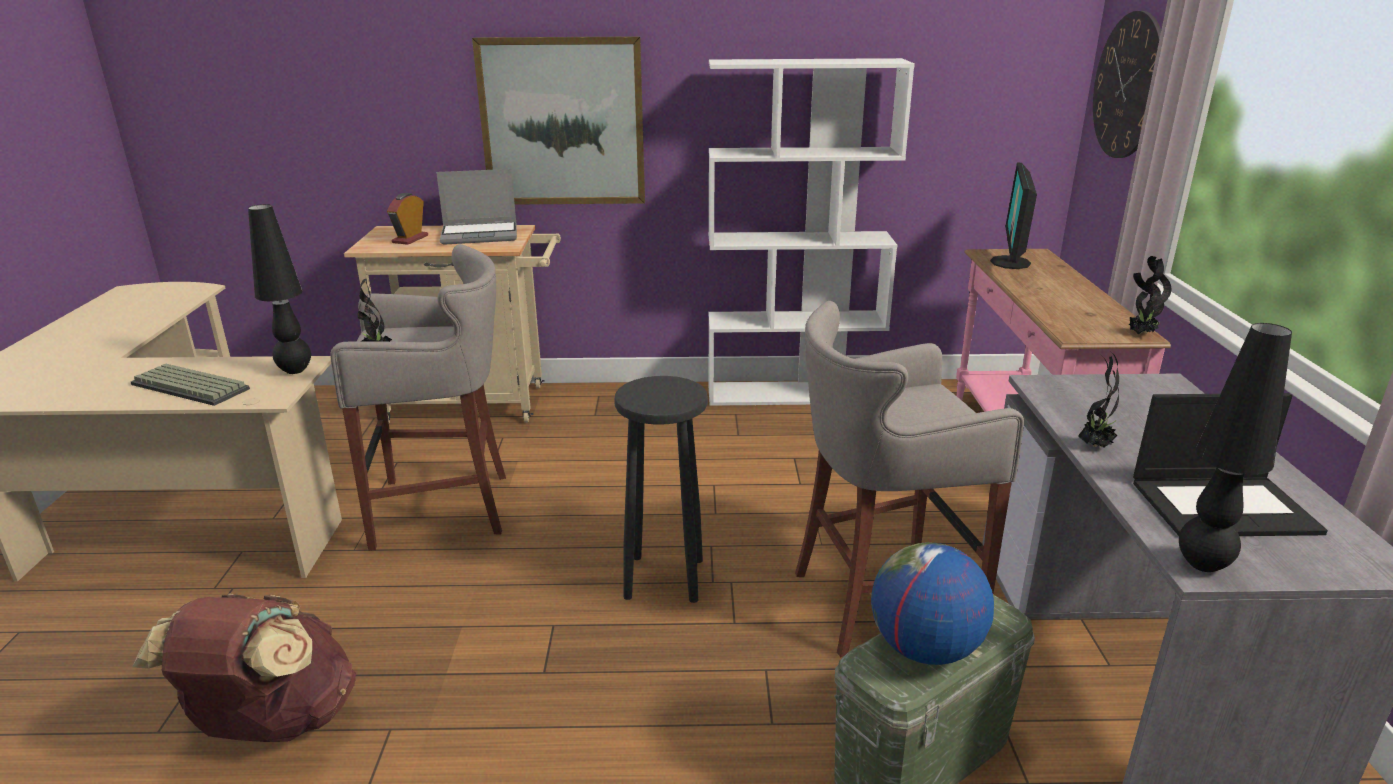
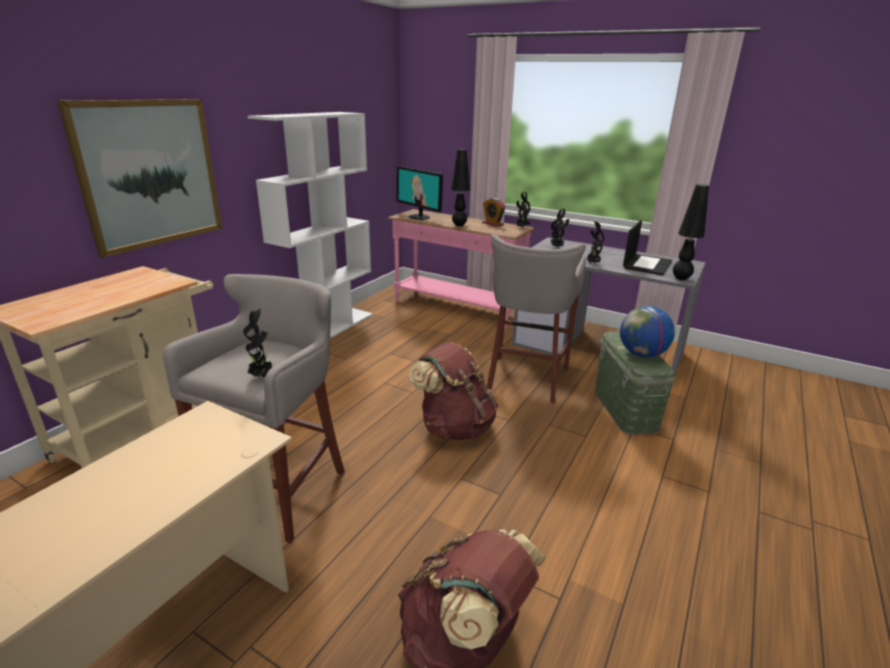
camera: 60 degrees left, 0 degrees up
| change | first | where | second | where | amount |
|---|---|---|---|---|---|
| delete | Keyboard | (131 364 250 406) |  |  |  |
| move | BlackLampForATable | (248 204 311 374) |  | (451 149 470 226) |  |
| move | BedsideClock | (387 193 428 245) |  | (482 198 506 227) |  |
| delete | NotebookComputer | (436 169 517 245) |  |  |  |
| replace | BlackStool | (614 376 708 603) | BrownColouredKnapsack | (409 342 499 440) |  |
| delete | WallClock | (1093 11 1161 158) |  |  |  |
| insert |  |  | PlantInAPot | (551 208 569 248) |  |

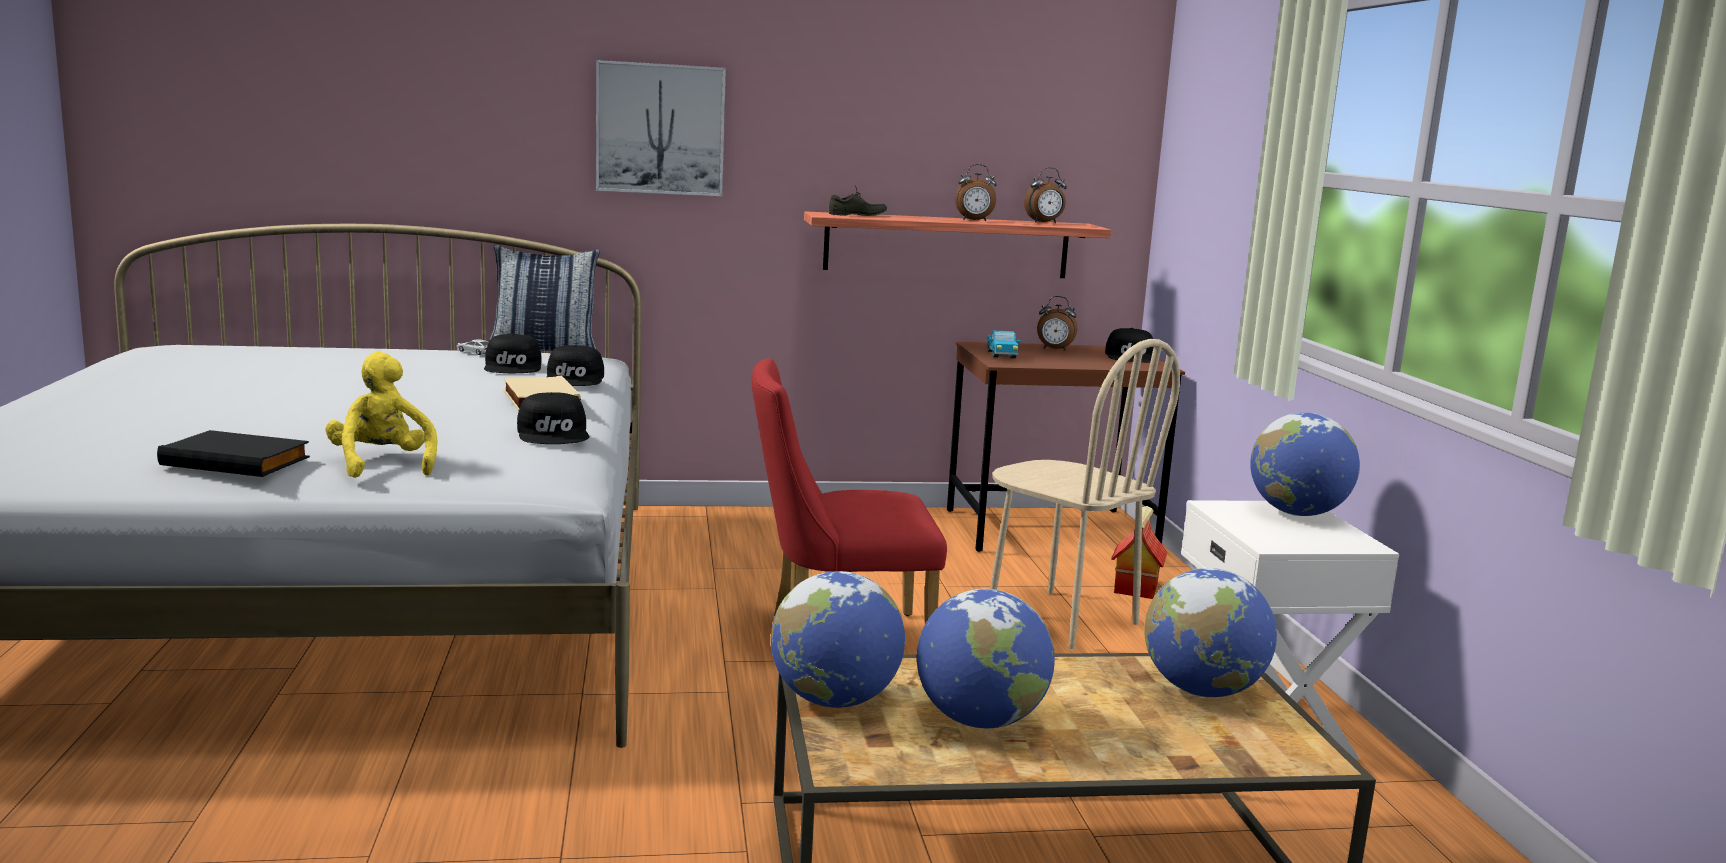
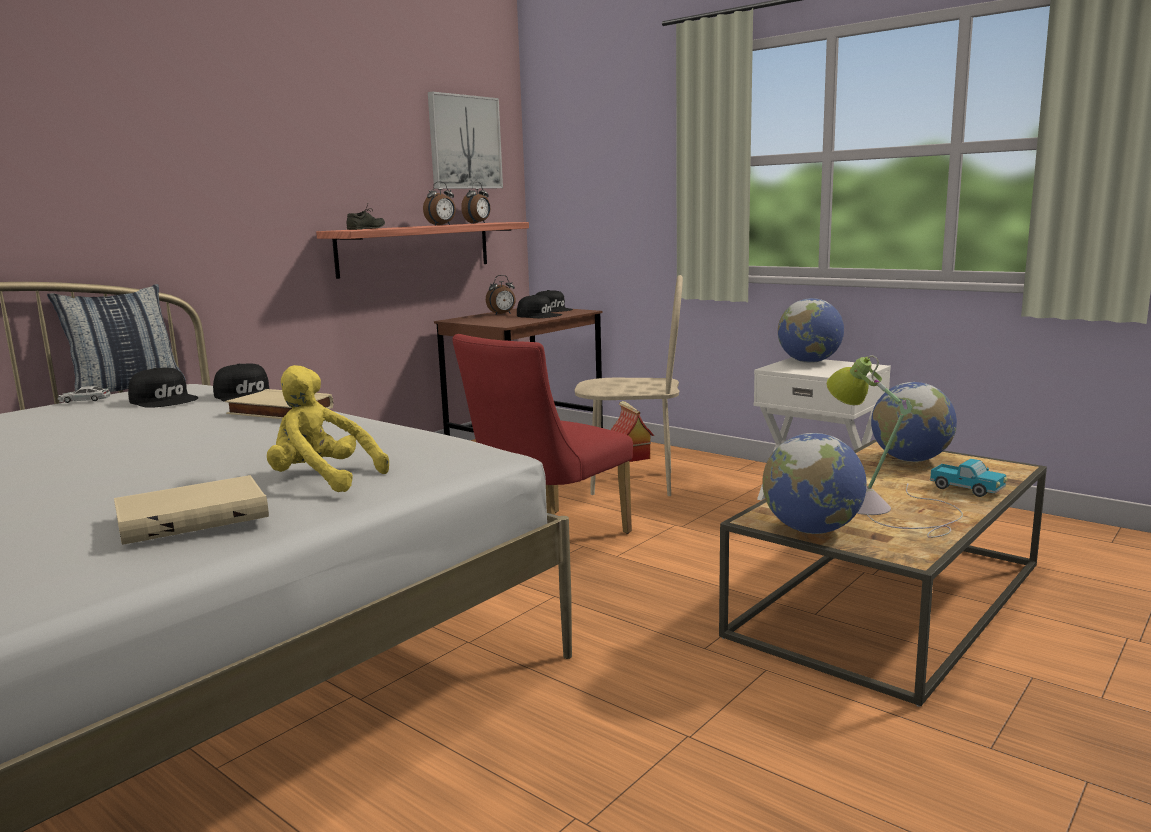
camera: 40 degrees left, 0 degrees up
| change | first | where | second | where | amount |
|---|---|---|---|---|---|
| recolor | BlackVolume | (157 430 310 477) | BeigeColouredVolume | (114 475 269 545) |  |
| move | BlackBaseballCap | (517 392 589 444) |  | (517 295 562 318) |  |
| move | WallPicture | (596 60 726 196) |  | (428 92 503 189) |  |
| replace | Globe | (917 589 1055 728) | LampForATable | (827 355 963 538) |  |
| move | ToyTruck | (987 331 1021 358) |  | (930 459 1008 497) |  |

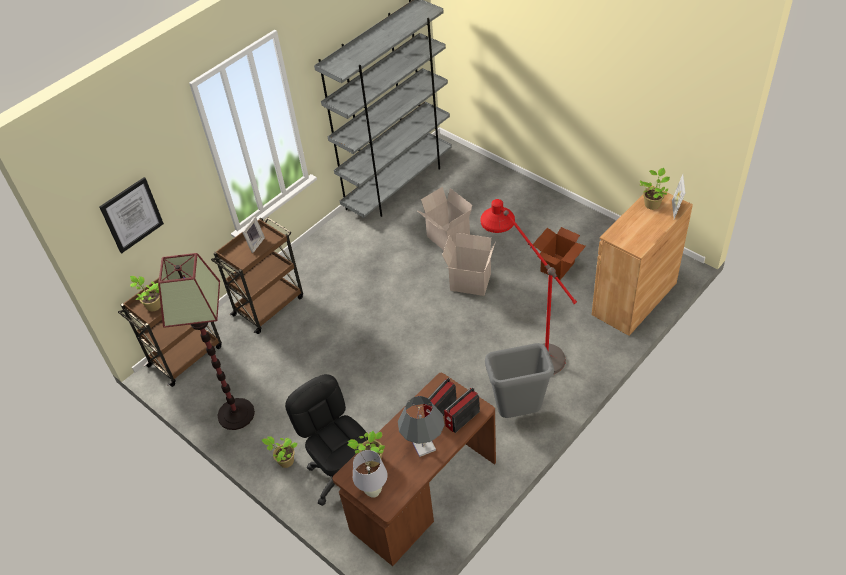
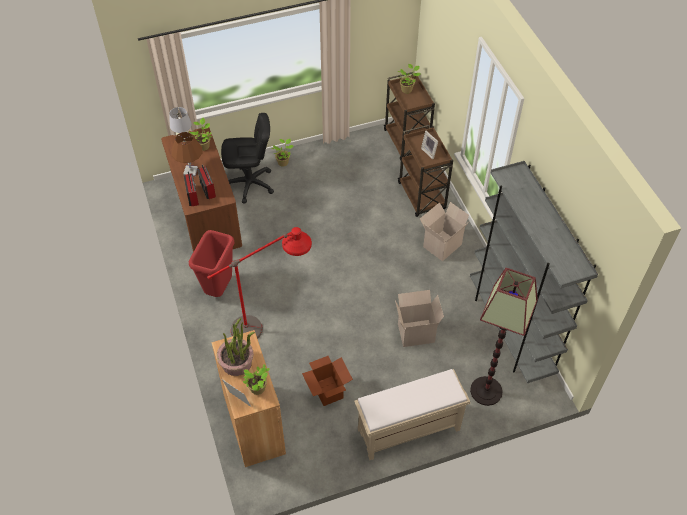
camera: 115 degrees right, 5 degrees up
| change | first | where | second | where | amount |
|---|---|---|---|---|---|
| delete | WallPicture | (100 177 164 253) |  |  |  |
| move | StandardLamp | (158 253 255 430) |  | (470 268 538 406) |  |
| recolor | GreyishLampForATable | (398 396 445 457) | BrownColouredLampForATable | (172 132 202 176) |  |
| move | Carton | (442 233 496 296) |  | (420 202 470 261) |  |
| recolor | GreyishTrashCan | (485 343 554 418) | RedColouredTrashCan | (189 230 235 297) |  |
| insert |  |  | PlantInAPot | (217 318 255 376) |  |
| insert |  |  | BeigeColouredLongSeat | (354 369 470 460) |  |

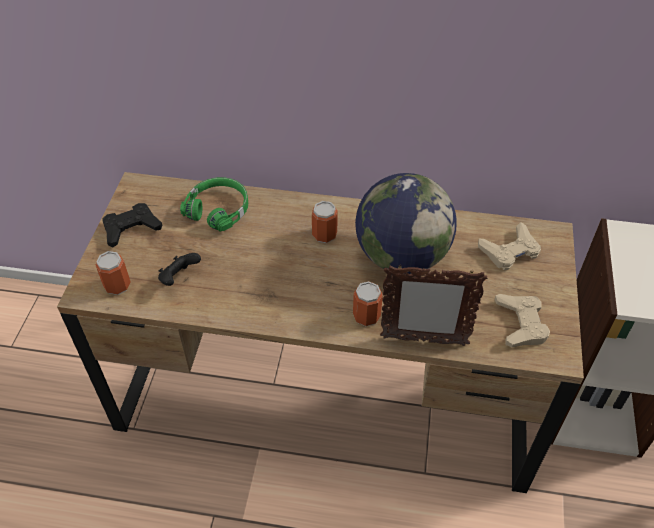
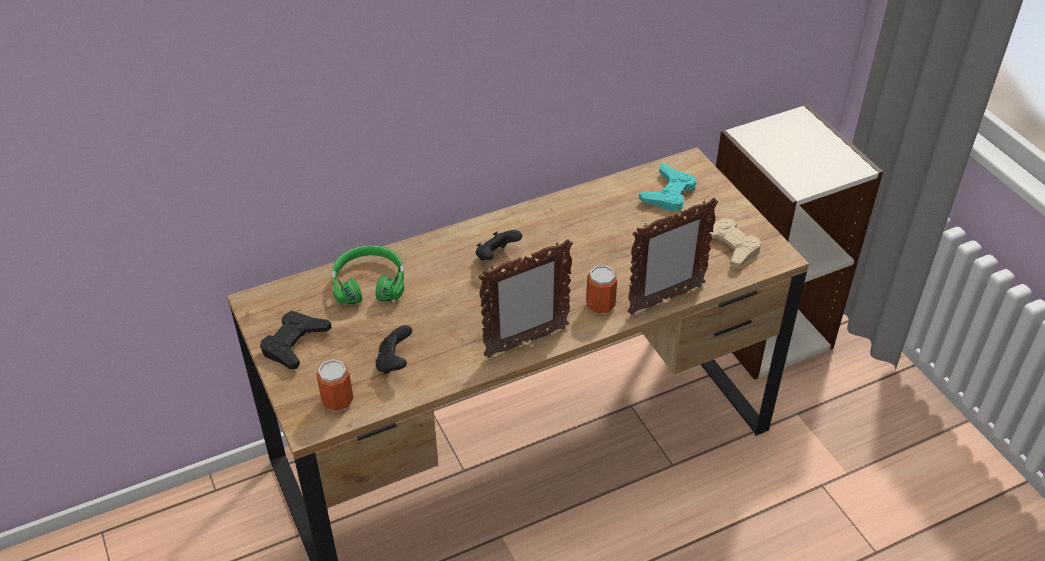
camera: 35 degrees left, 5 degrees down
| change | first | where | second | where | amount |
|---|---|---|---|---|---|
| replace | Can | (312 201 338 243) | BlackJoypad | (476 230 522 261) |  |
| delete | Globe | (355 173 457 274) |  |  |  |
| recolor | BeigeColouredJoypad | (478 222 541 270) | TurquoiseJoypad | (639 164 697 212) |  |
| insert |  |  | PictureFrame | (478 239 573 358) |  |

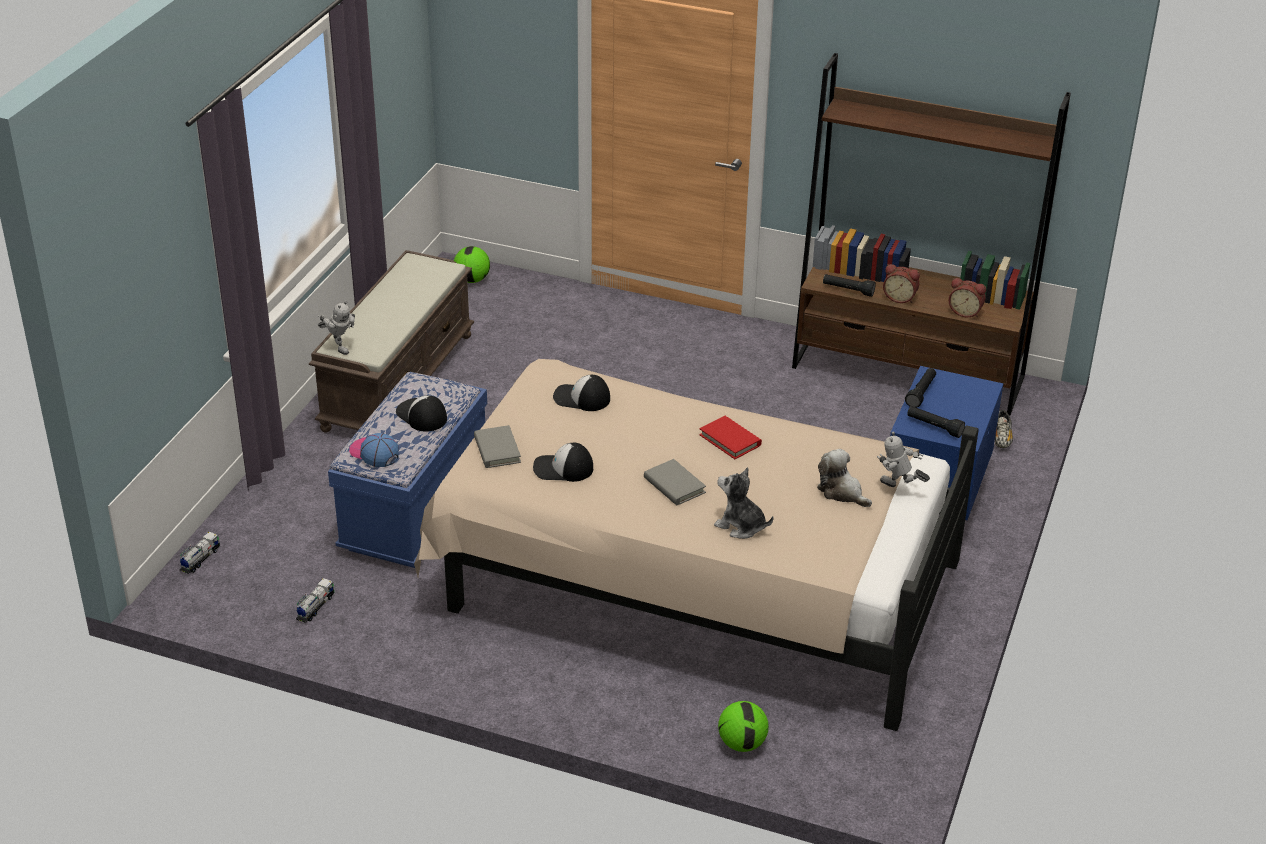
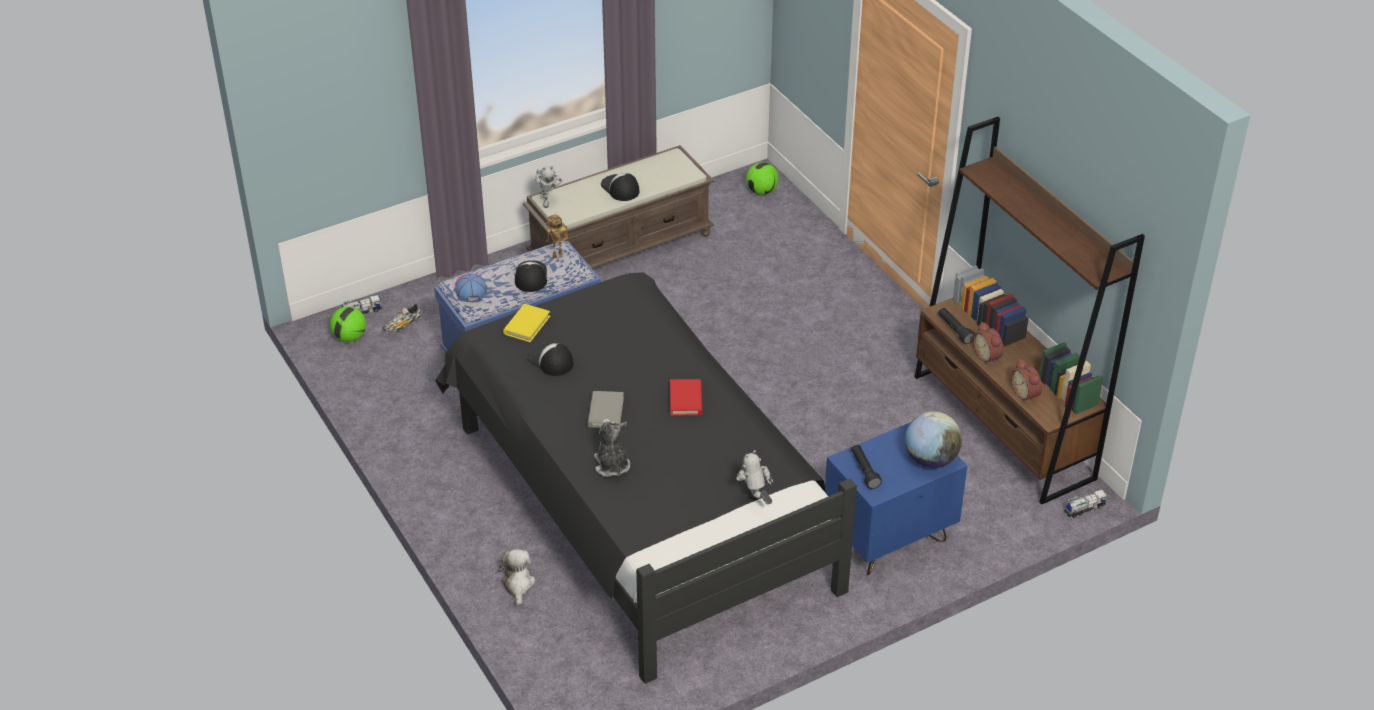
camera: 40 degrees right, 5 degrees up
| change | first | where | second | where | amount |
|---|---|---|---|---|---|
| move | ToyTruck | (296 578 334 623) |  | (1064 489 1107 518) |  |
| recolor | BeigeColouredSleepingBed | (414 359 979 731) | BlackSleepingBed | (436 272 857 684) |  |
| recolor | GreyishVolume | (474 425 521 468) | YellowColouredVolume | (503 304 550 342) |  |
| move | BaseballCap | (553 375 610 411) |  | (601 173 639 201) |  |
| move | Football | (718 701 769 752) |  | (330 306 366 342) |  |
| move | PlushToy | (817 449 872 507) |  | (498 549 536 606) |  |
| delete | BlackFlashlight | (905 368 936 408) |  |  |  |
| move | LowShoe | (995 410 1013 448) |  | (383 304 422 332) |  |
| insert |  |  | RobotFigure | (546 215 568 259) |  |
| insert |  |  | Globe | (905 411 962 468) |  |

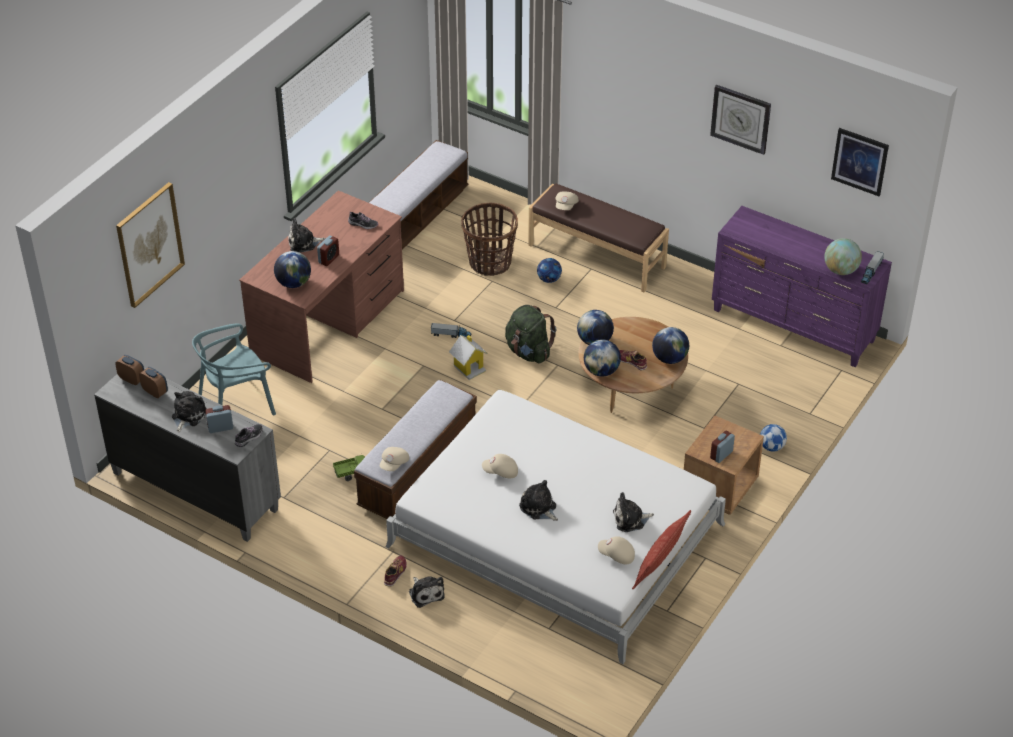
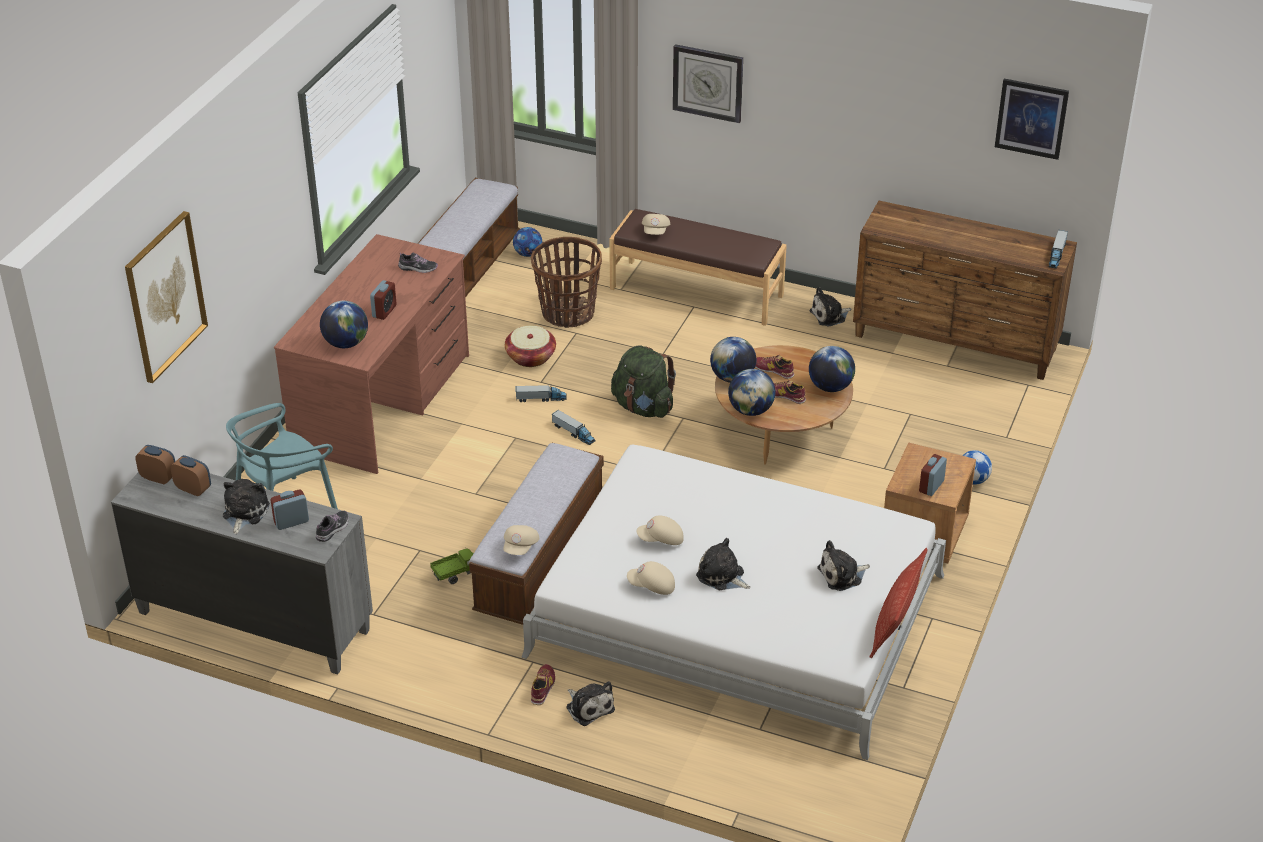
camera: 10 degrees left, 5 degrees down
| change | first | where | second | where | amount |
|---|---|---|---|---|---|
| move | PlushToy | (288 218 325 253) |  | (809 287 851 327) |  |
| replace | MiniatureHouse | (449 335 488 380) | ToyTruck | (552 410 596 445) |  |
| move | Football | (537 258 562 283) |  | (513 227 542 257) |  |
| move | BeigeColouredBaseballCap | (598 536 635 564) |  | (627 561 675 595) |  |
| move | WallClock | (710 85 771 155) |  | (673 44 743 123) |  |
| recolor | PurplishDresser | (712 206 892 367) | BrownColouredDresser | (853 201 1077 380) |  |
| delete | Globe | (824 238 862 275) |  |  |  |
| insert |  |  | StorageBasket | (505 326 556 367) |  |
| insert |  |  | LowShoe | (755 355 795 379) |  |

